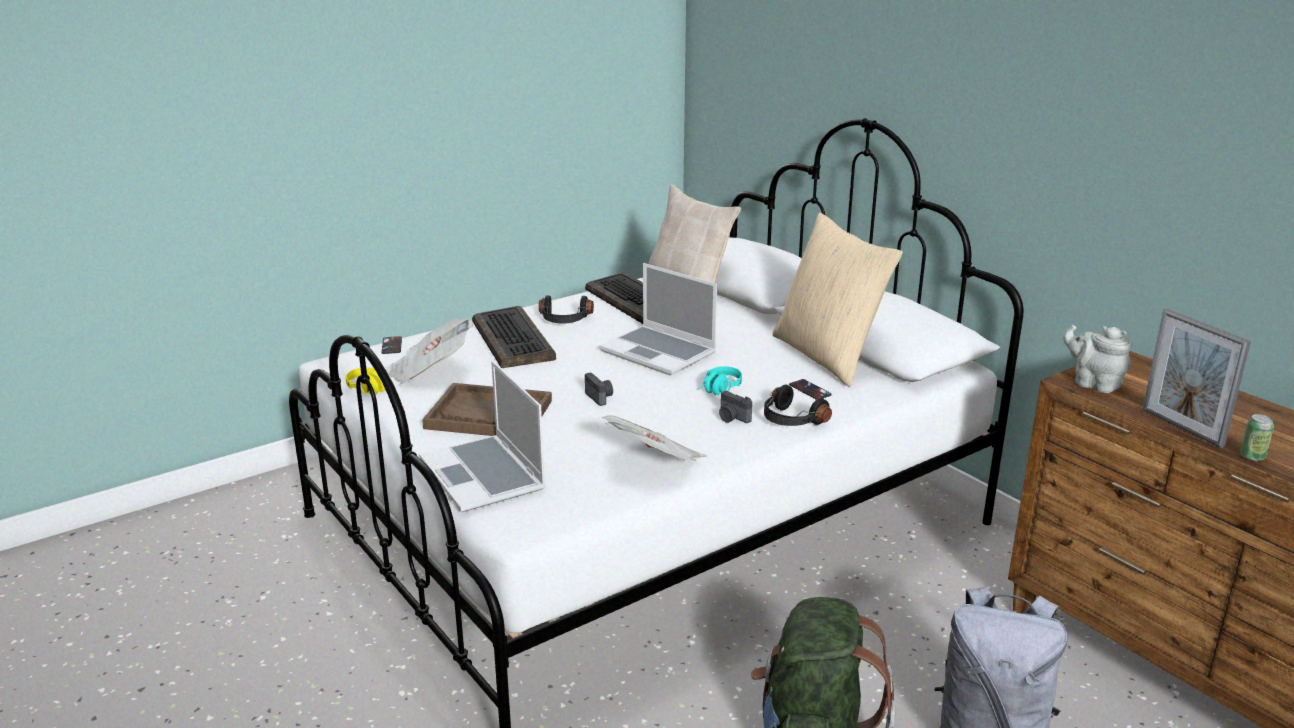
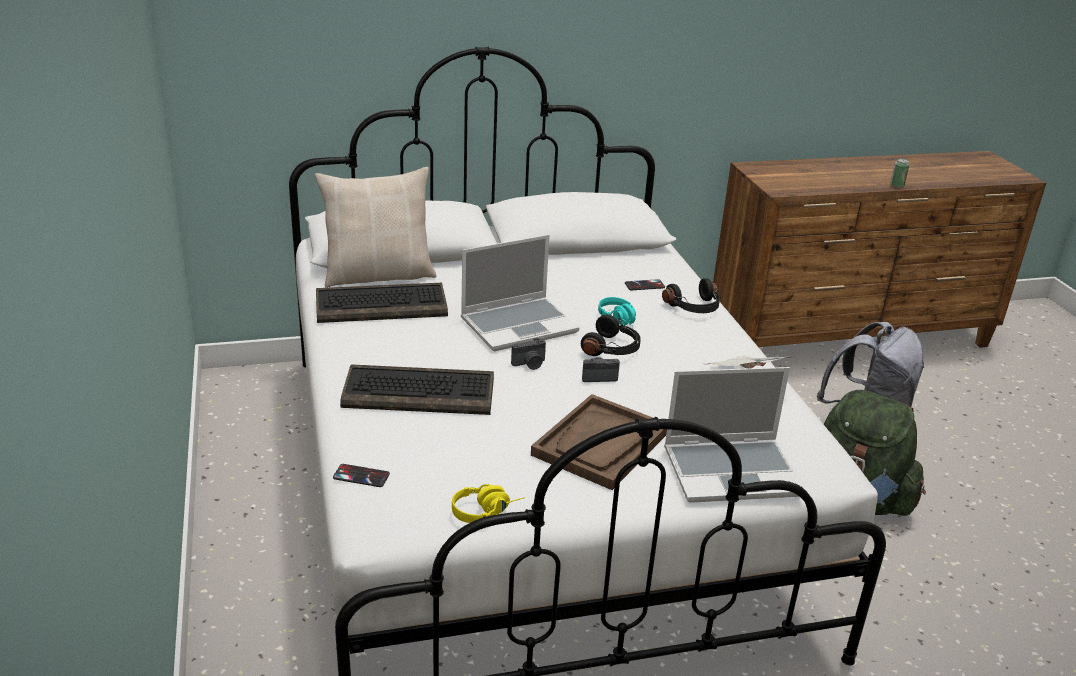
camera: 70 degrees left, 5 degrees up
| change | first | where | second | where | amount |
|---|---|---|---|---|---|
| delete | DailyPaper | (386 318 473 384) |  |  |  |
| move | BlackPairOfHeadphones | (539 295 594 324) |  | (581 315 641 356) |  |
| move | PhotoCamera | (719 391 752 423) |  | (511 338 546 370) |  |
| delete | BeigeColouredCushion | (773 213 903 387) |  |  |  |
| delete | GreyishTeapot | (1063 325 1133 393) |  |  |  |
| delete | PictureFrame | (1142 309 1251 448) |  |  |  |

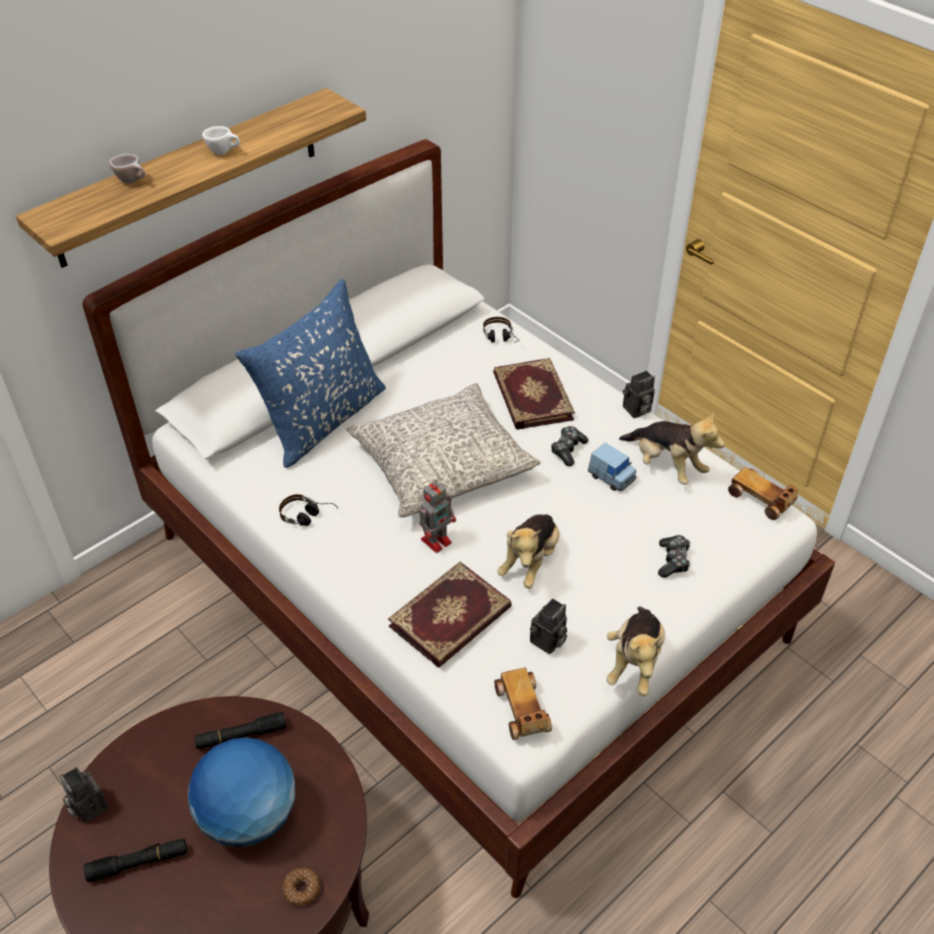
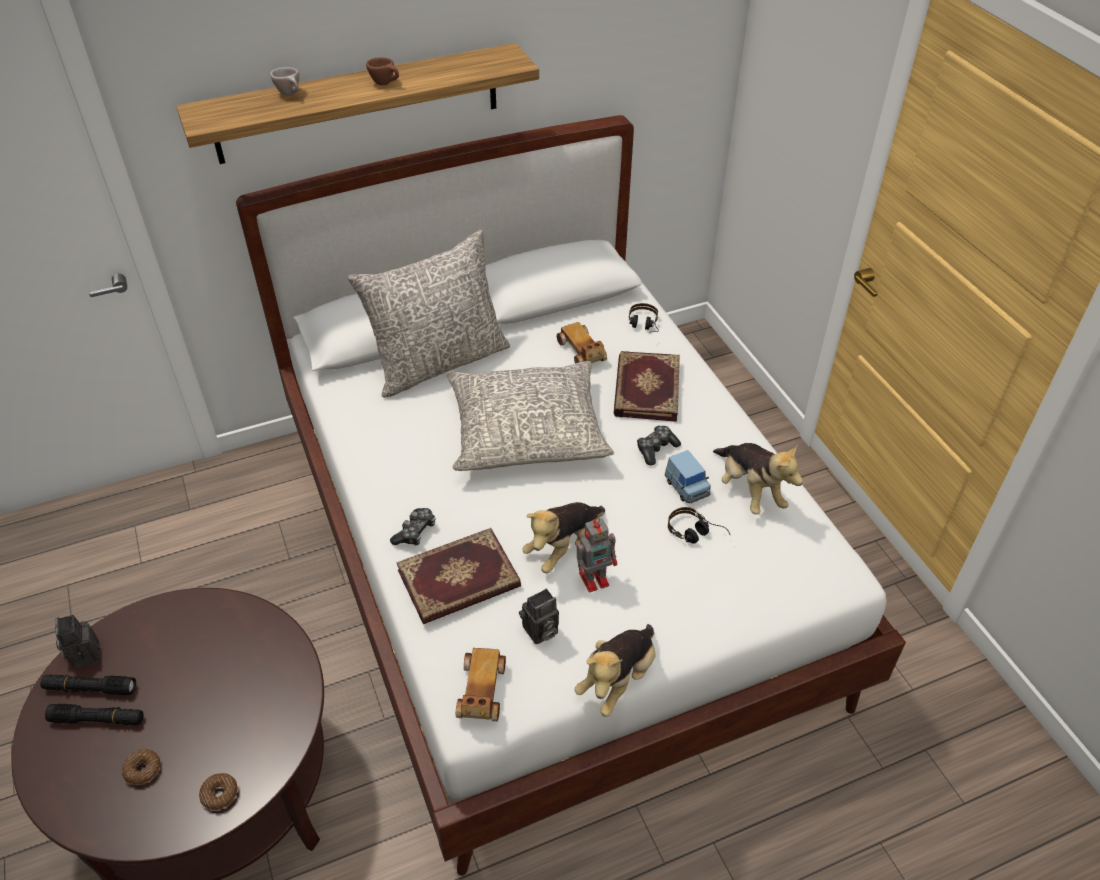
camera: 20 degrees right, 0 degrees up
| change | first | where | second | where | amount |
|---|---|---|---|---|---|
| delete | Globe | (188 737 295 848) |  |  |  |
| move | BlackFlashlight | (194 712 287 749) |  | (40 675 136 695) |  |
| recolor | WhiteColouredSmallCup | (202 126 240 155) | BrownColouredSmallCup | (366 57 399 85) |  |
| recolor | BluishCushion | (235 279 386 468) | GreyishCushion | (348 230 510 398) |  |
| move | PairOfHeadphones | (279 494 338 526) |  | (668 507 730 544) |  |
| move | RobotFigure | (419 480 456 553) |  | (577 518 617 592) |  |
| delete | PhotoCamera | (623 371 655 418) |  |  |  |
| move | Joypad | (658 535 691 578) |  | (390 508 436 545) |  |
| move | ToyCar | (728 467 798 520) |  | (557 322 607 363) |  |
| insert |  |  | RingDoughnut | (122 749 160 785) |  |

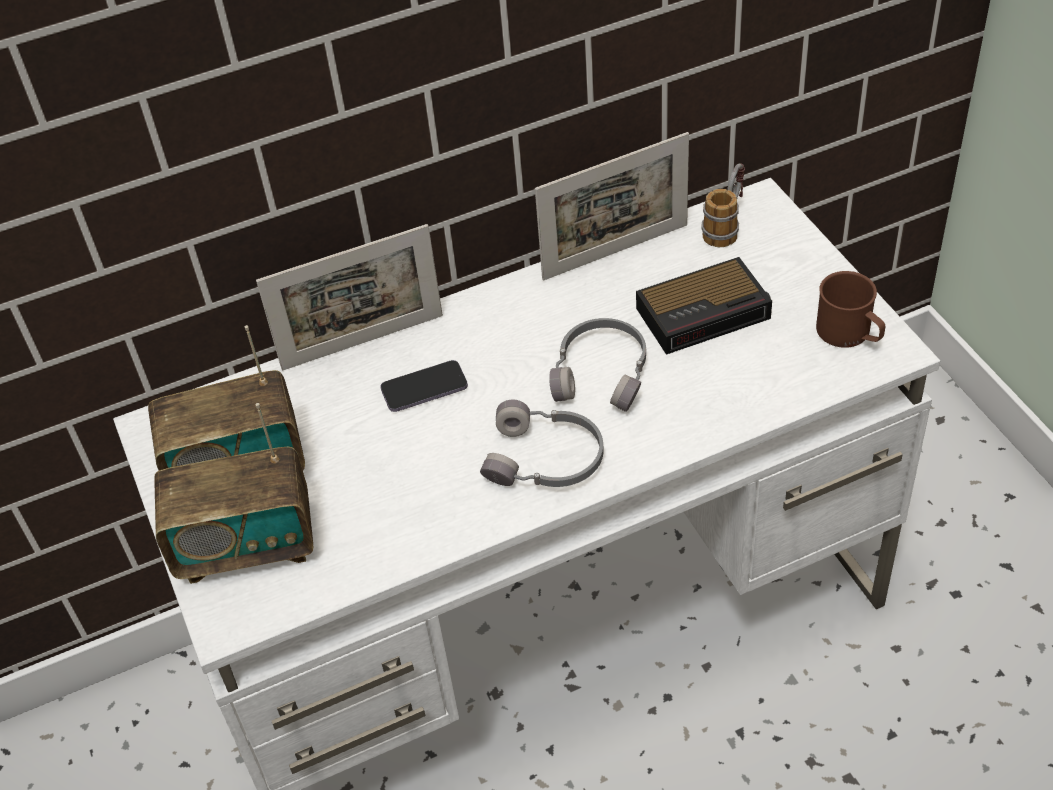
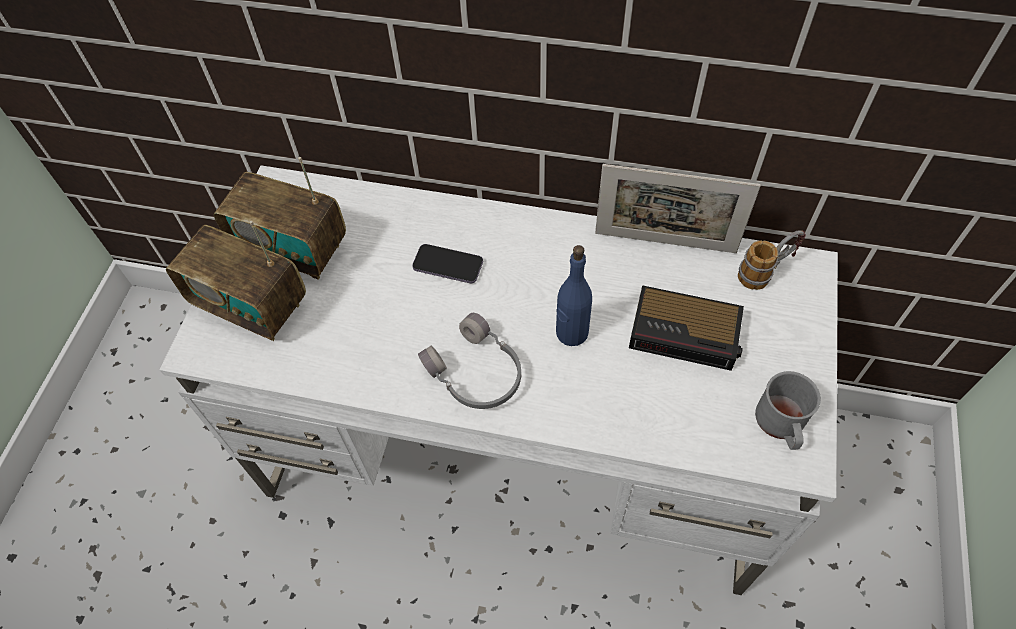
camera: 35 degrees right, 10 degrees up
| change | first | where | second | where | amount |
|---|---|---|---|---|---|
| delete | PictureFrame | (256 224 443 370) |  |  |  |
| replace | GreyishPairOfHeadphones | (549 318 646 412) | BluishBeverageBottle | (556 245 592 346) |  |
| recolor | BrownColouredMug | (816 271 885 348) | GreyishMug | (755 371 821 450) |  |

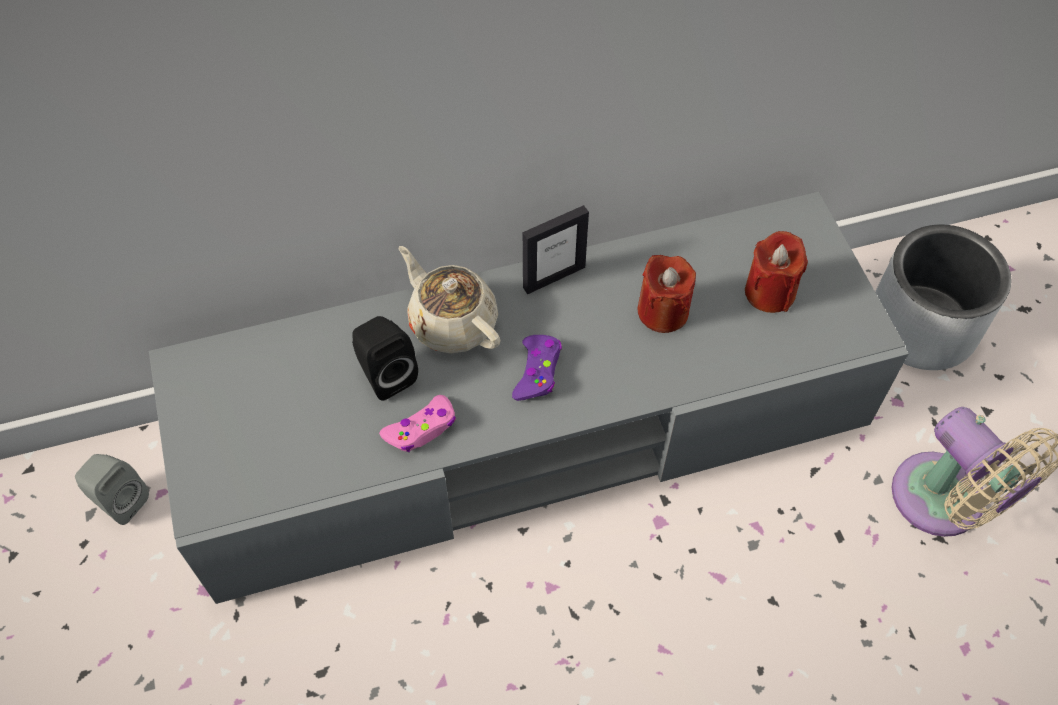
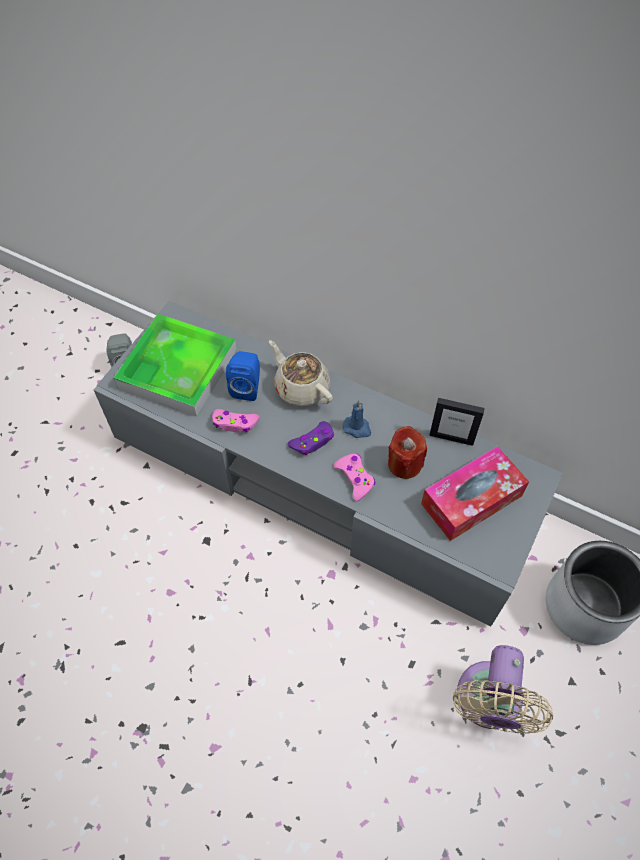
camera: 45 degrees right, 0 degrees up
| change | first | where | second | where | amount |
|---|---|---|---|---|---|
| recolor | BlackAudioSpeaker | (352 316 418 401) | BluishAudioSpeaker | (226 351 260 401) |  |
| rotate | BeigeColouredTeapot | (399 246 501 354) |  | (269 340 333 407) | 45 degrees counterclockwise |
| move | PictureFrame | (523 205 589 294) |  | (429 398 485 446) |  |
| replace | RedColouredWaxLight | (745 231 808 313) | TissueHolder | (421 446 529 541) |  |
| insert |  |  | Tray | (114 314 237 417) |  |
| insert |  |  | PinkJoypad | (334 454 375 501) |  |
| insert |  |  | BluishWaxLight | (343 400 371 438) |  |

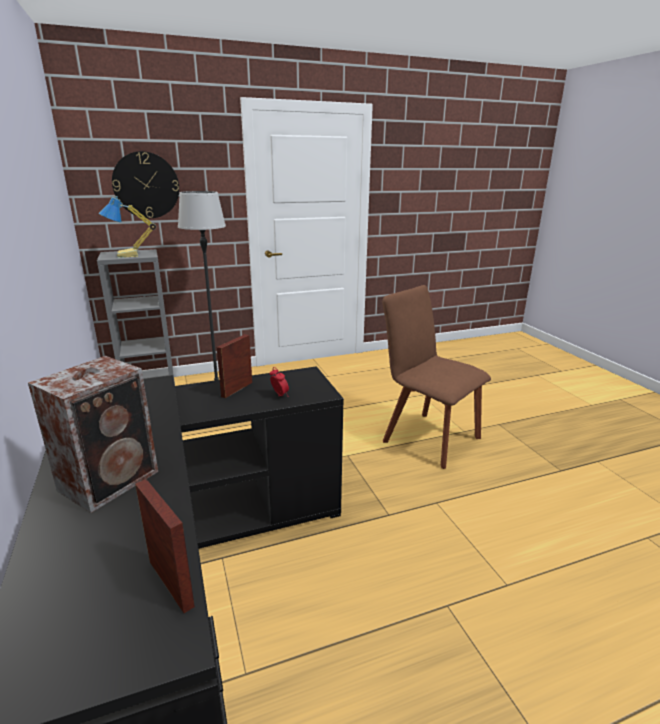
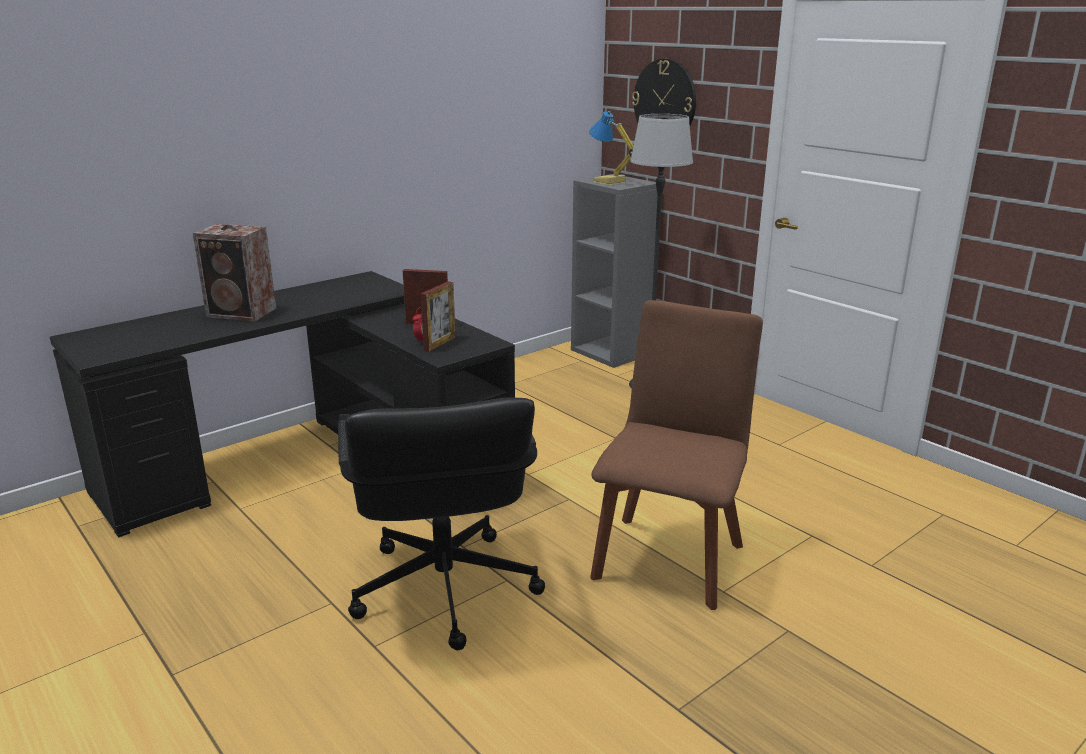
camera: 70 degrees right, 0 degrees up
| change | first | where | second | where | amount |
|---|---|---|---|---|---|
| move | PictureFrame | (135 479 195 613) |  | (421 281 456 352) |  |
| insert |  |  | BlackOfficeChair | (338 398 545 650) |  |

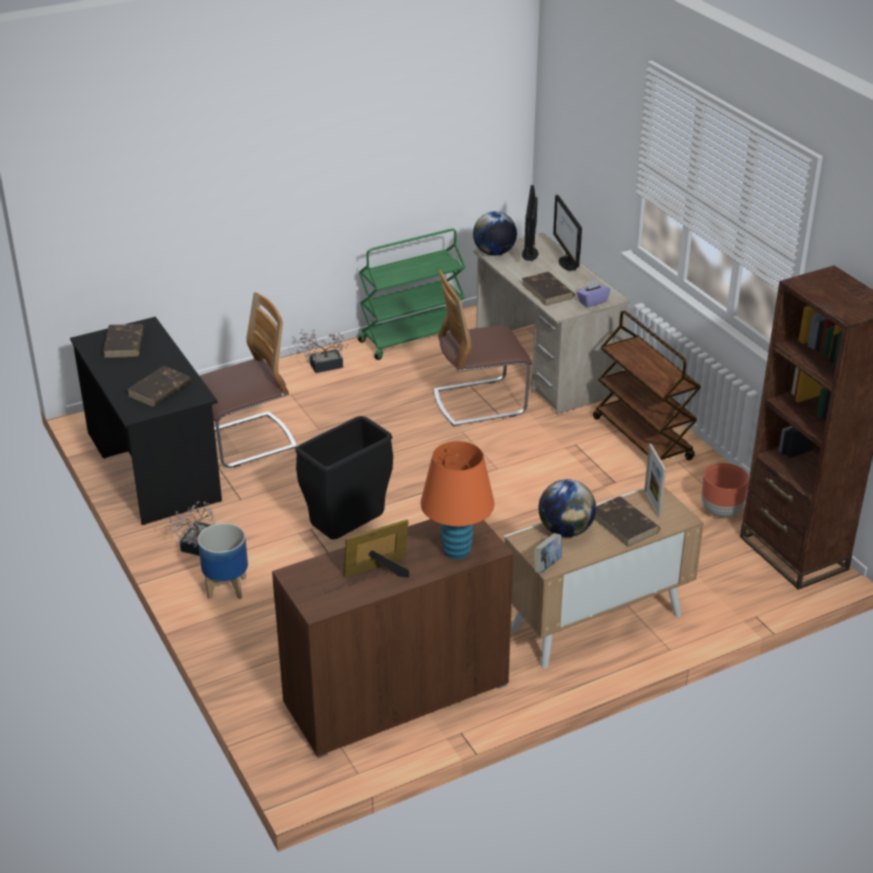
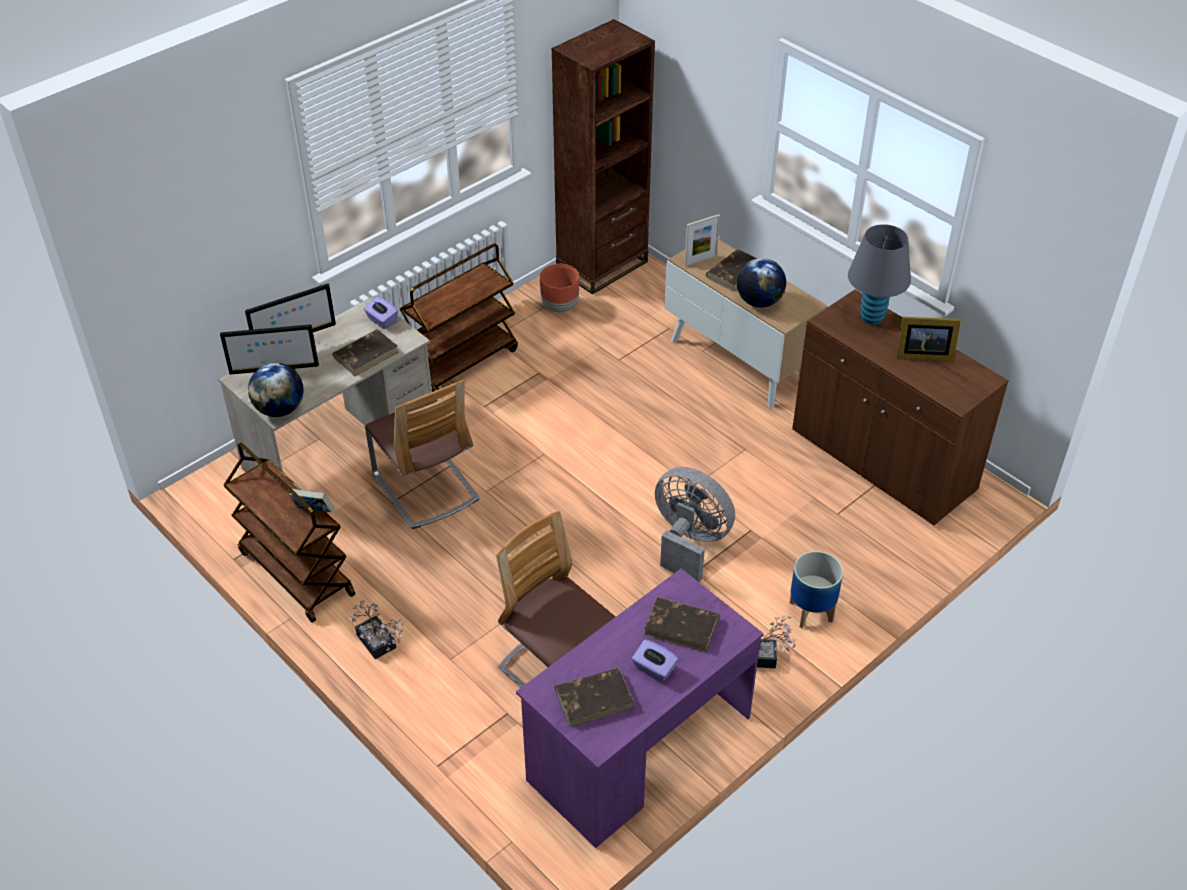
camera: 105 degrees left, 10 degrees up
| change | first | where | second | where | amount |
|---|---|---|---|---|---|
| recolor | BlackDeskTable | (70 317 222 525) | PurplishDeskTable | (516 569 764 848) |  |
| replace | BlackTrashCan | (295 416 393 540) | GreyishElectricFan | (655 467 735 582) |  |
| rotate | PictureFrame | (344 520 409 577) |  | (896 317 961 362) | 45 degrees counterclockwise |
| recolor | GreenColouredTrolley | (358 229 466 360) | BrownColouredTrolley | (224 443 355 622) |  |
| recolor | OrangeyLampForATable | (420 441 494 560) | GreyishLampForATable | (848 224 911 325) |  |
| move | Volume | (534 533 562 573) |  | (289 489 334 512) |  |
| insert |  |  | PurplishTissueHolder | (632 639 678 682) |  |

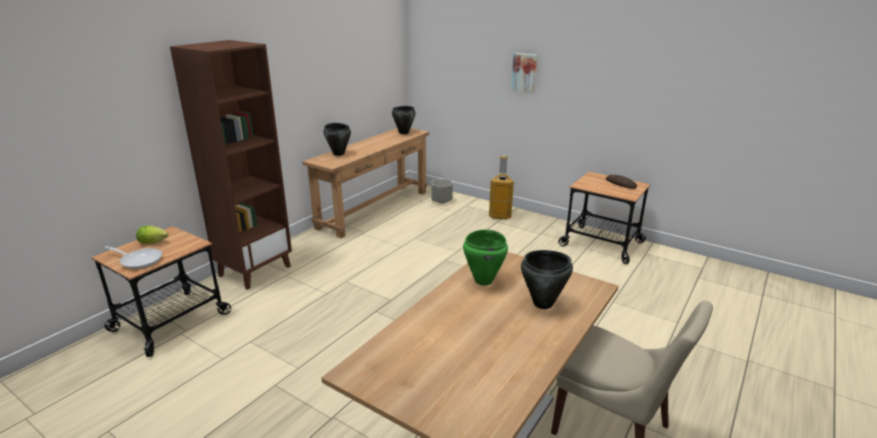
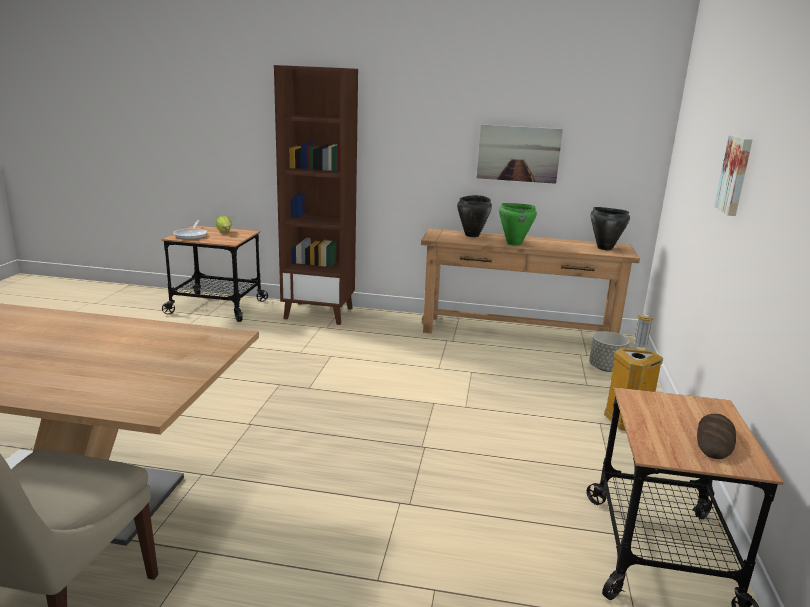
camera: 65 degrees right, 5 degrees down
| change | first | where | second | where | amount |
|---|---|---|---|---|---|
| move | GreenColouredCookingPot | (463 230 508 286) |  | (499 203 537 246) |  |
| delete | BlackCookingPot | (521 250 573 309) |  |  |  |
| insert |  |  | WallPicture | (477 124 563 184) |  |

